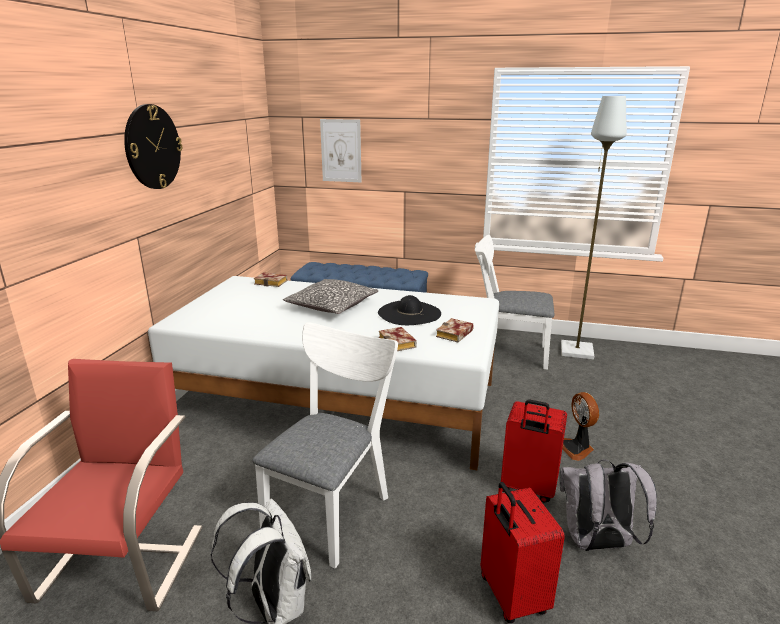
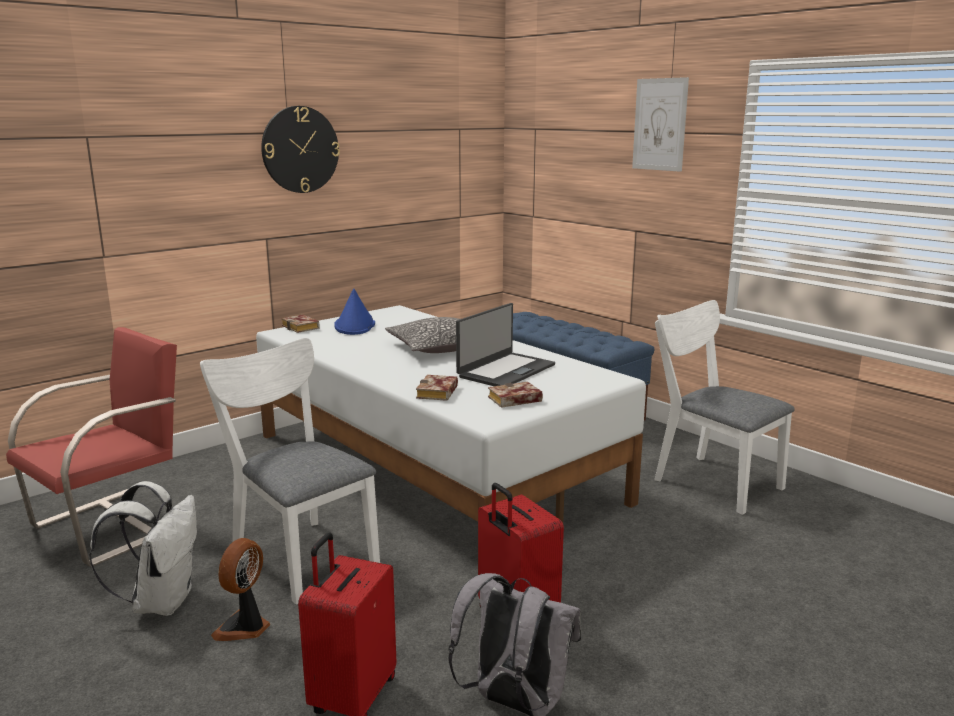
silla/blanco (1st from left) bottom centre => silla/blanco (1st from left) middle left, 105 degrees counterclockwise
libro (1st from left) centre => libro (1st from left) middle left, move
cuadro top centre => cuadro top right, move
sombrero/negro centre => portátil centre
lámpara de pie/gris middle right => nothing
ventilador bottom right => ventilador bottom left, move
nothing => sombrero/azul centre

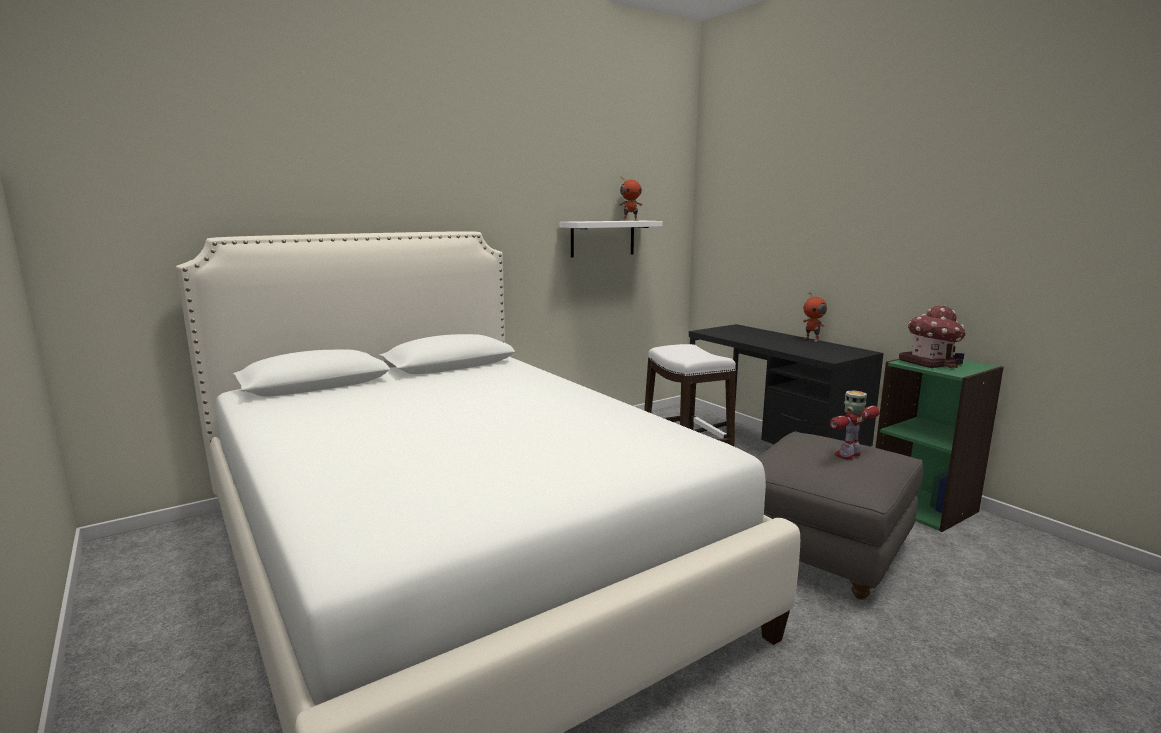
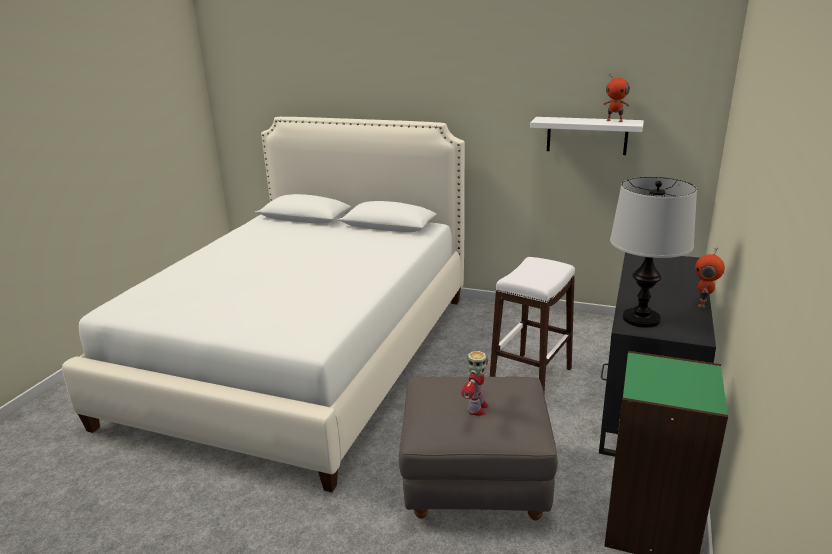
robot de juguete (3rd from left in the first image) middle right => robot de juguete (1st from left) bottom centre, 90 degrees clockwise
casita middle right => nothing
nothing => lámpara de mesa middle right

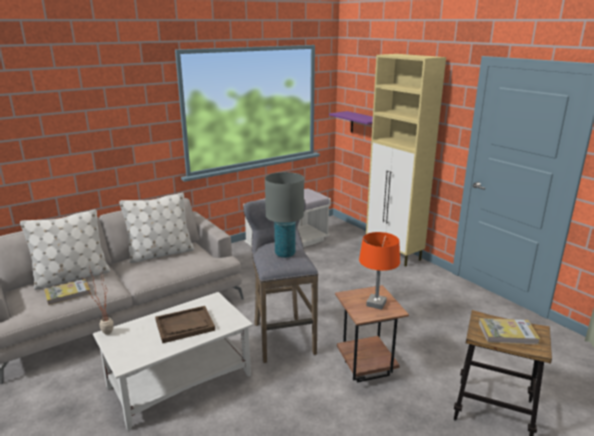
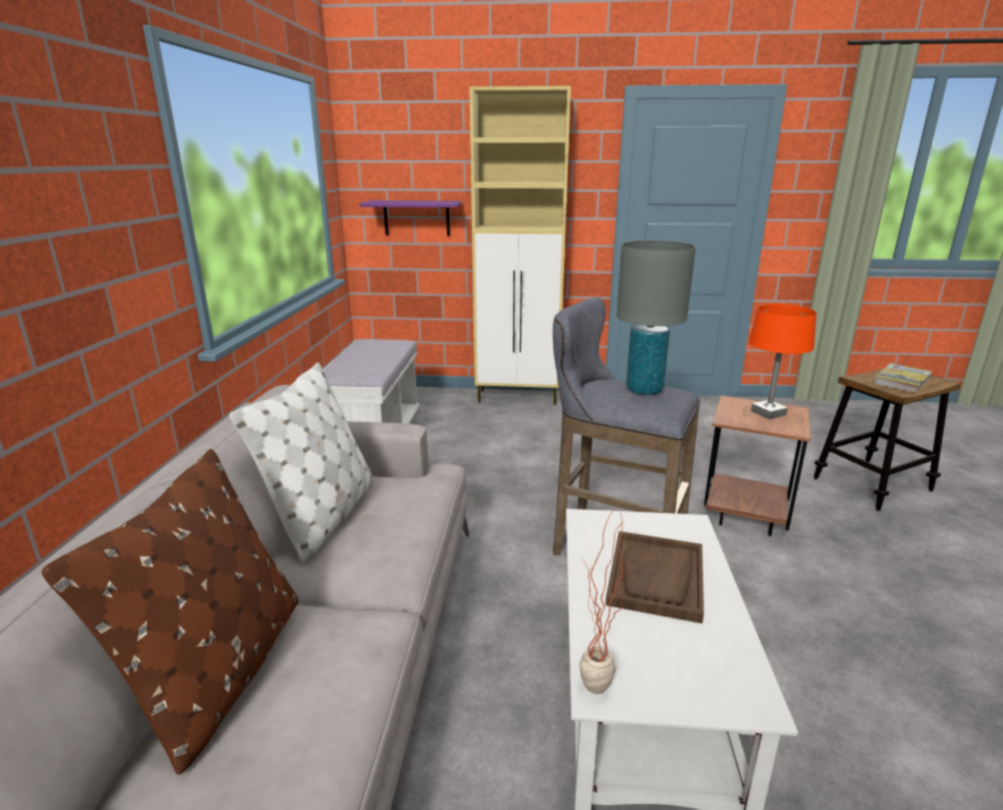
cojín/blanco (1st from left) middle left => cojín/marrón bottom left
libro (1st from left) bottom left => nothing

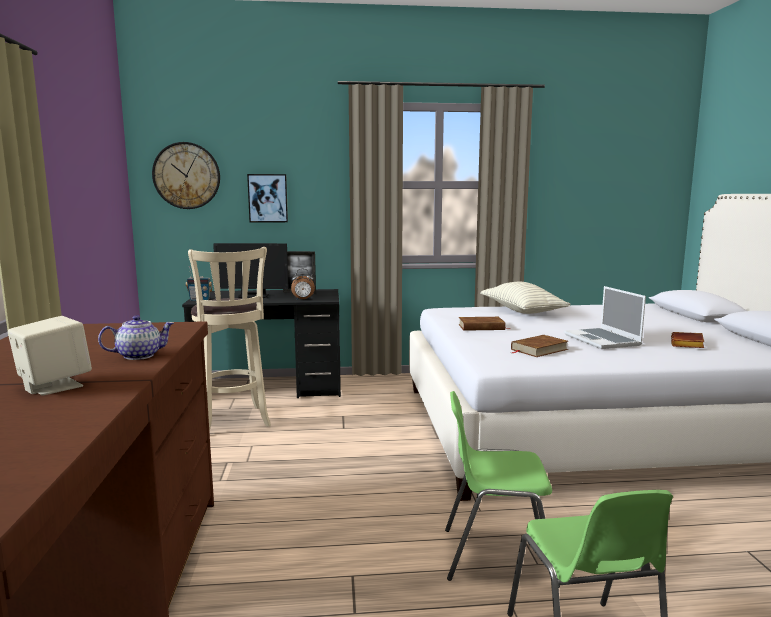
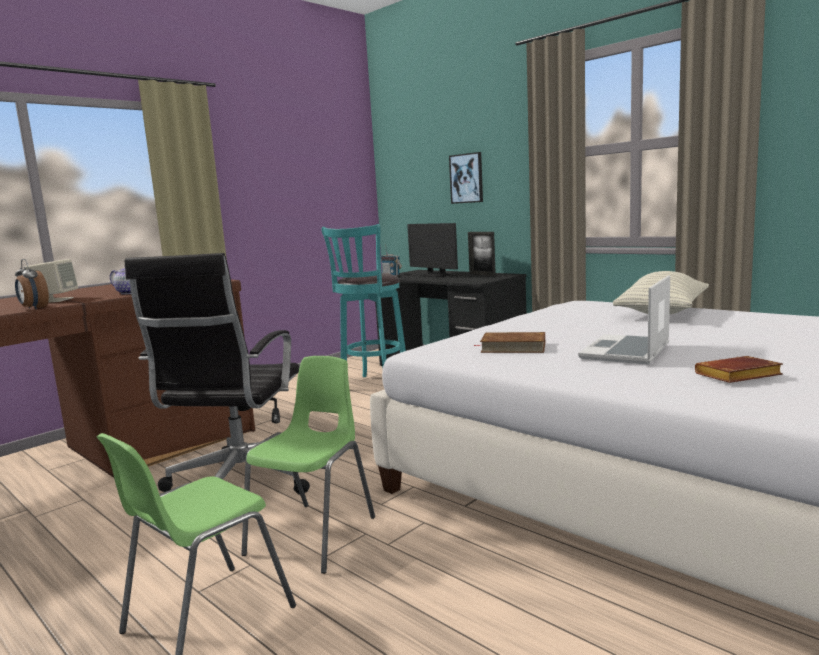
reloj de pared top left => nothing
taburete/beis middle left => taburete/turquesa centre
despertador centre => despertador middle left, move
silla/verde (1st from left in the first image) bottom centre => silla/verde (2nd from left) bottom centre, 60 degrees clockwise
libro/marrón (1st from left) centre => nothing
nothing => silla de oficina/negro middle left

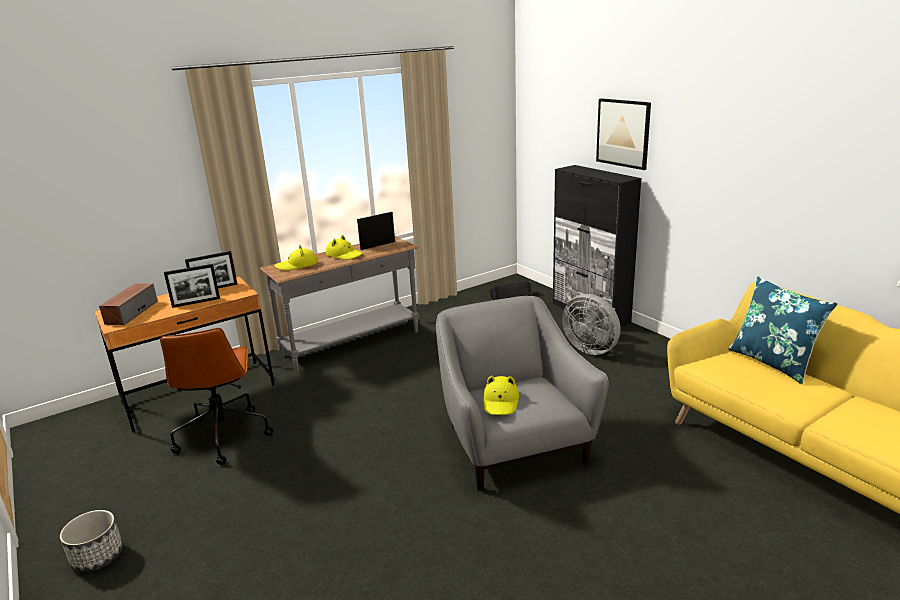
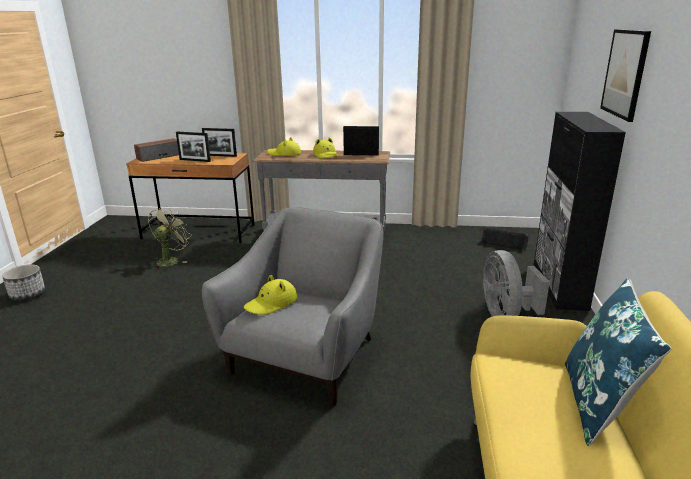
silla de oficina/marrón middle left => ventilador/verde middle left

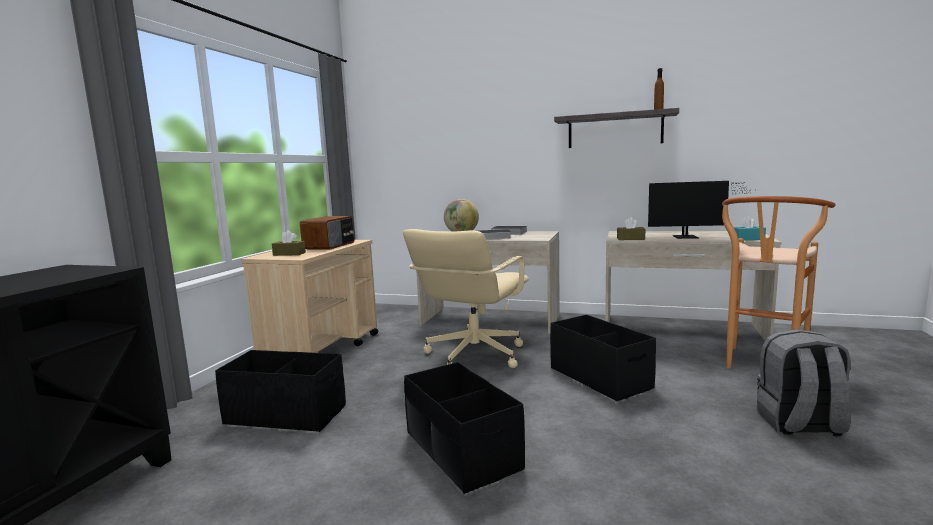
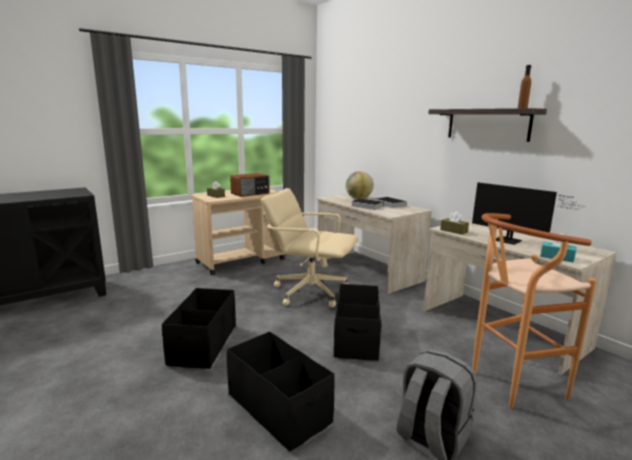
caja de almacenaje/negro (1st from left in the first image) bottom left => caja de almacenaje/negro (2nd from left) bottom centre, move
silla de oficina/beis centre, 45 degrees clockwise

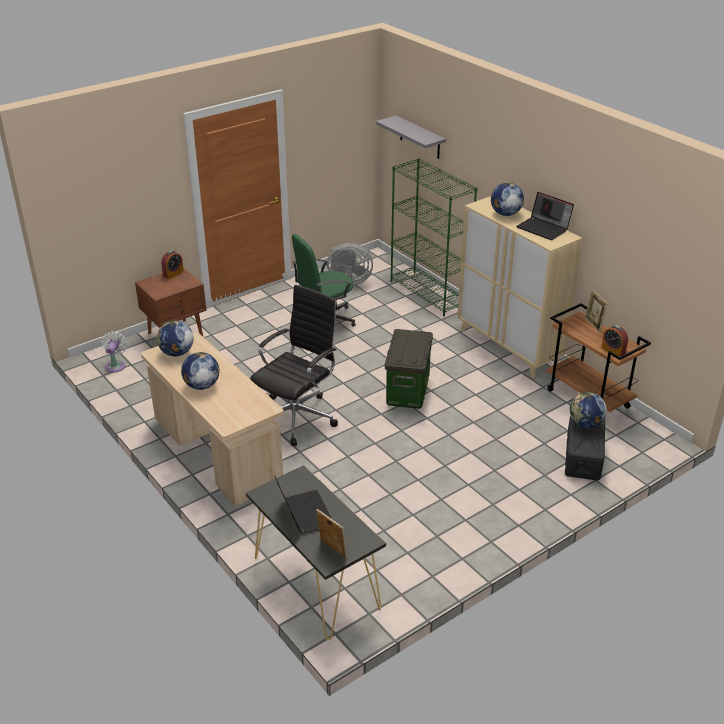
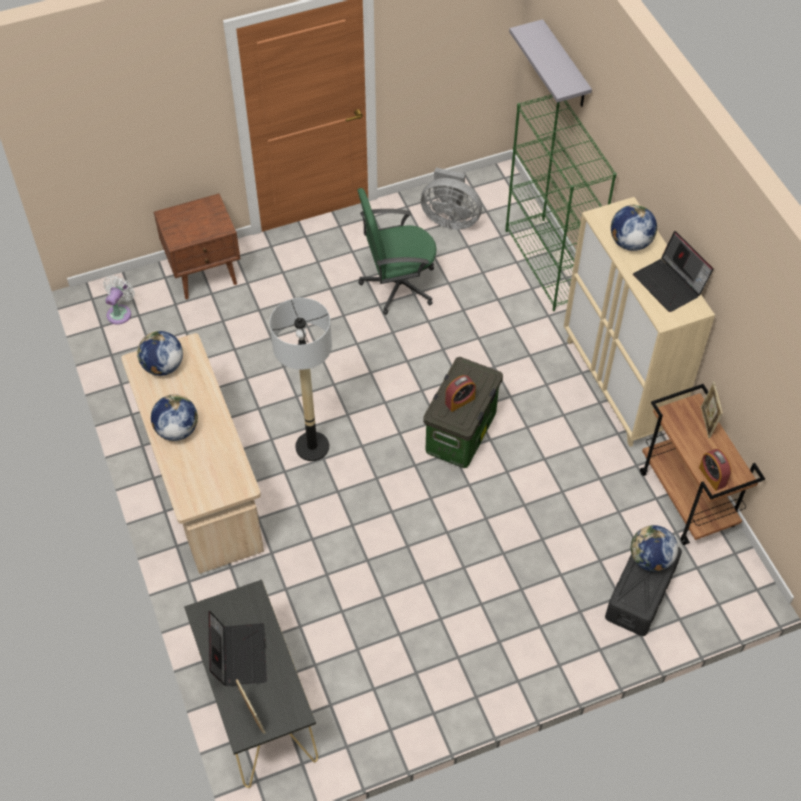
despertador (1st from left) middle left => despertador (1st from left) centre, move
silla de oficina/negro centre => lámpara de pie centre

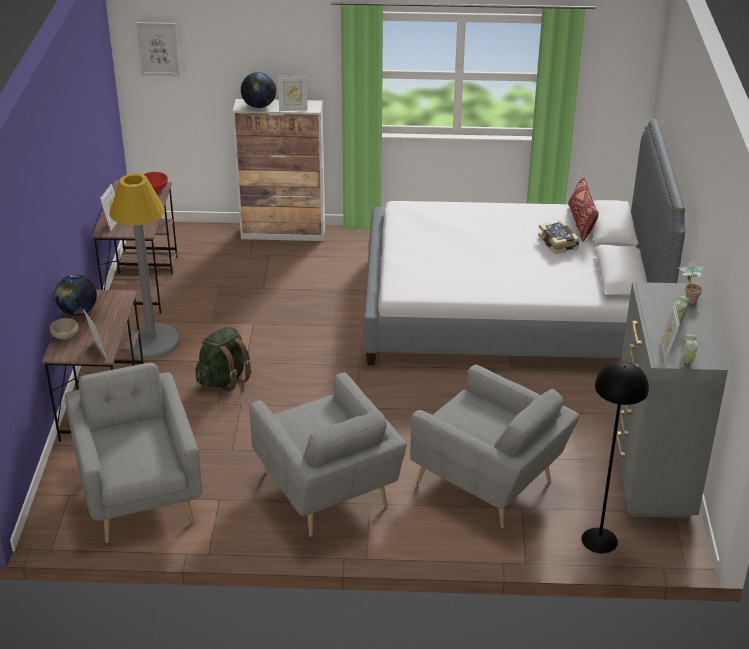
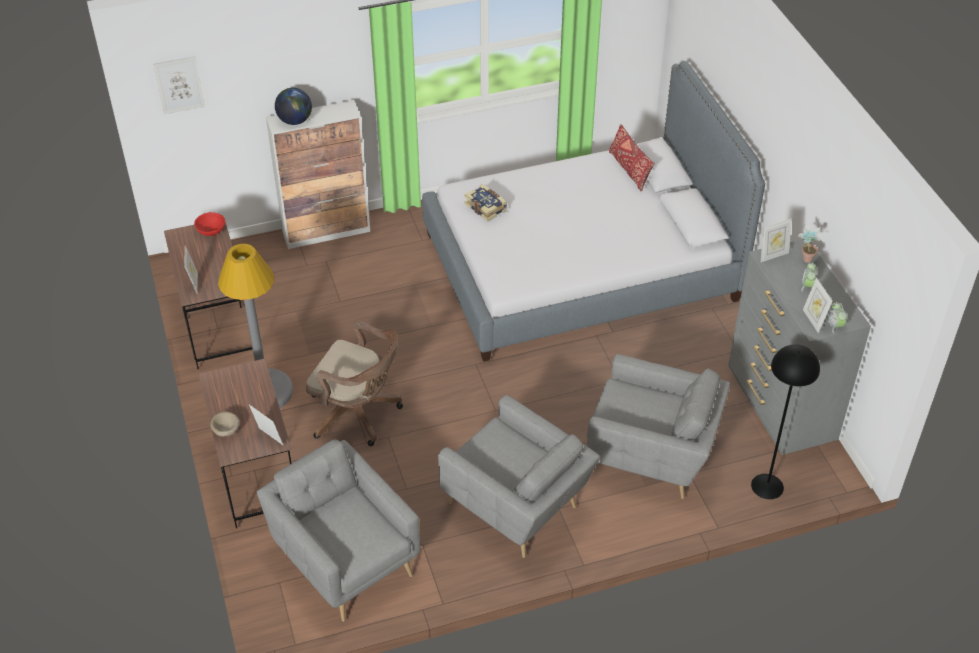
globo terráqueo (1st from left) middle left => nothing
mochila/verde middle left => silla de oficina/marrón centre
portarretratos (3rd from left) top centre => portarretratos (3rd from left) middle right, move
libro middle right => libro top centre, move

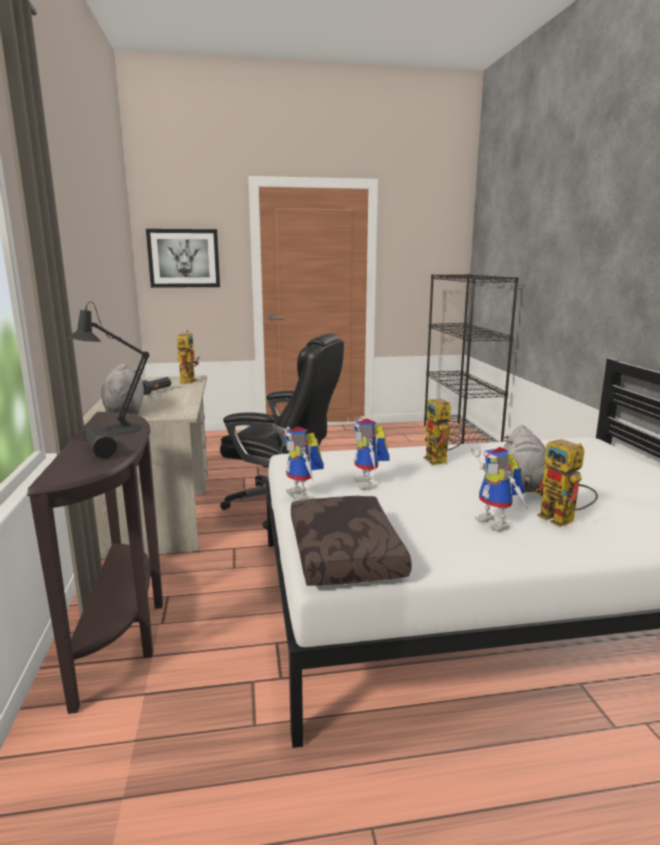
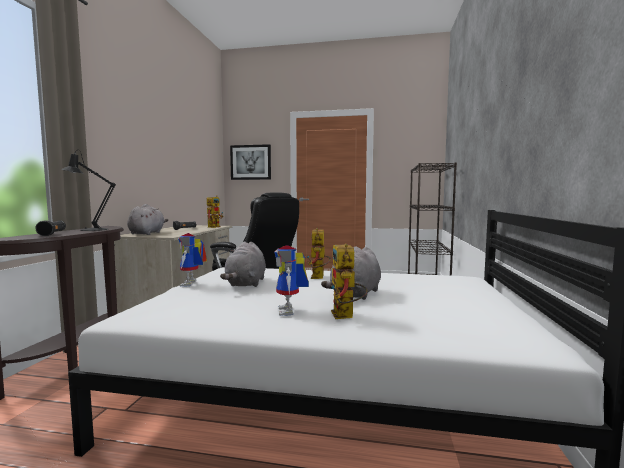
cojín/marrón centre => nothing
robot de juguete (3rd from left) centre => peluche/gris (2nd from left) centre

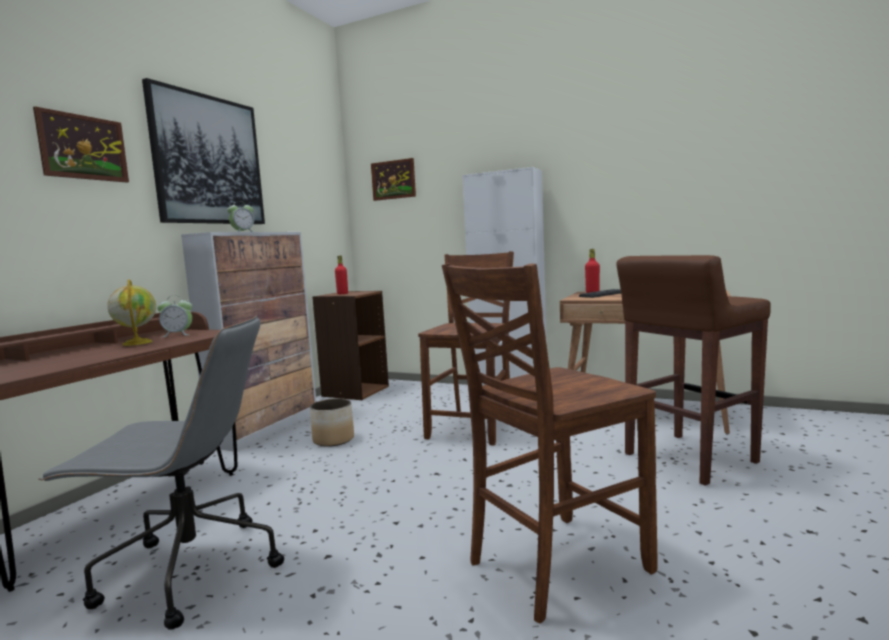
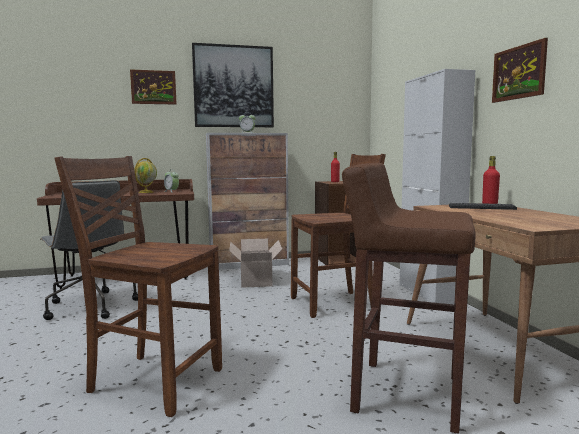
maceta centre => caja de cartón centre
cuadro (3rd from left) top centre => cuadro (3rd from left) top right, move

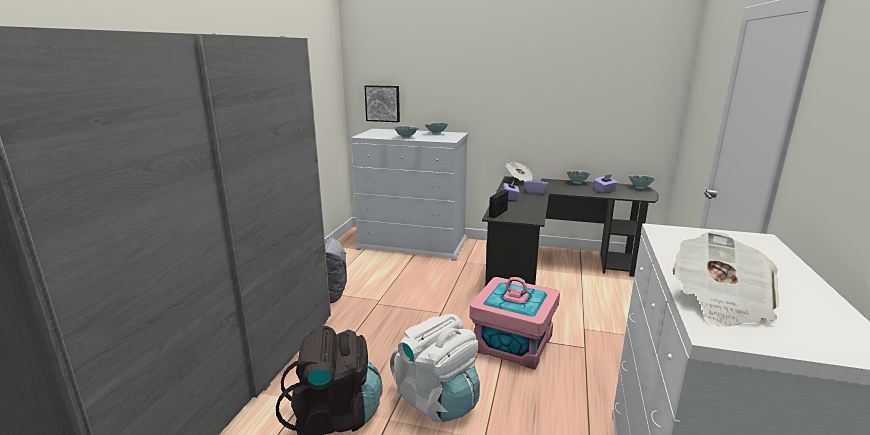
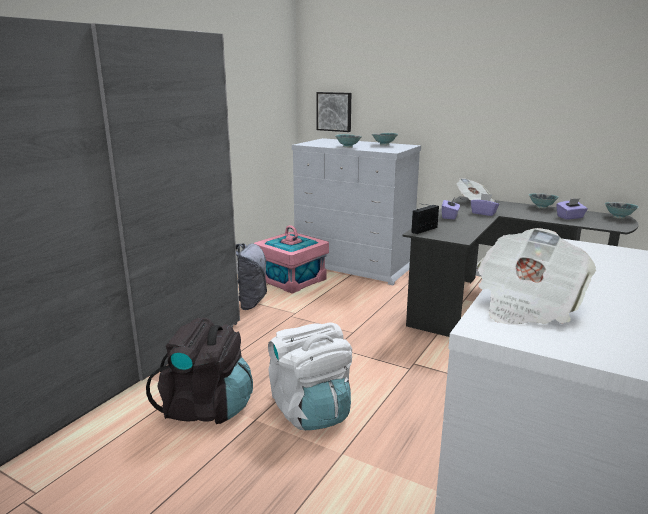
caja de almacenaje/rosa bottom centre => caja de almacenaje/rosa centre, move

